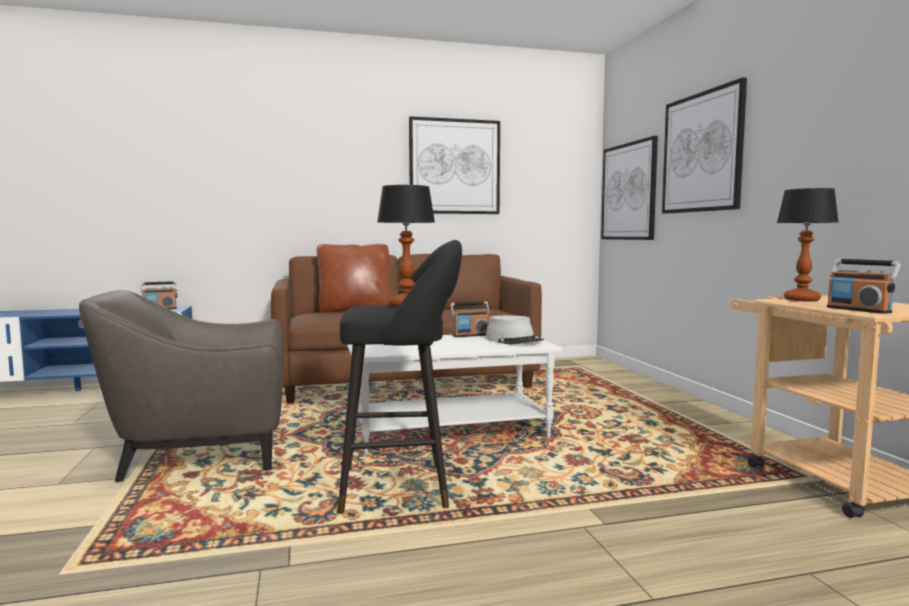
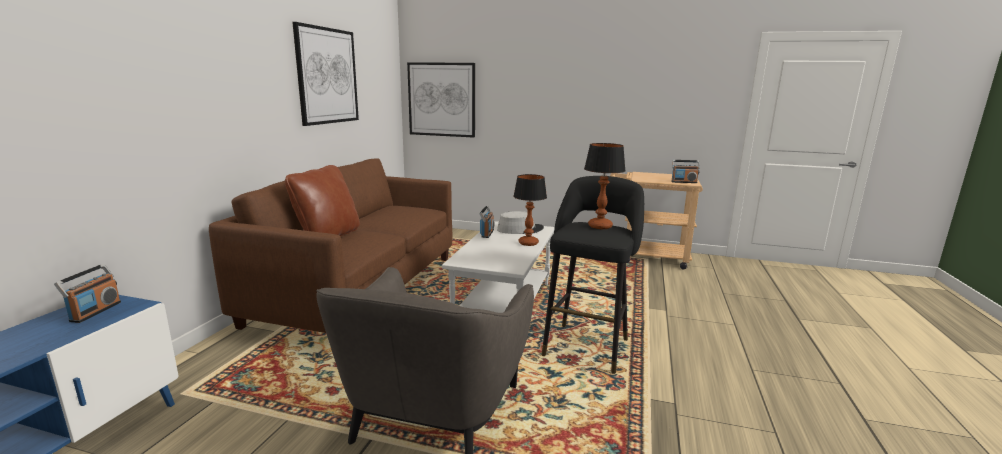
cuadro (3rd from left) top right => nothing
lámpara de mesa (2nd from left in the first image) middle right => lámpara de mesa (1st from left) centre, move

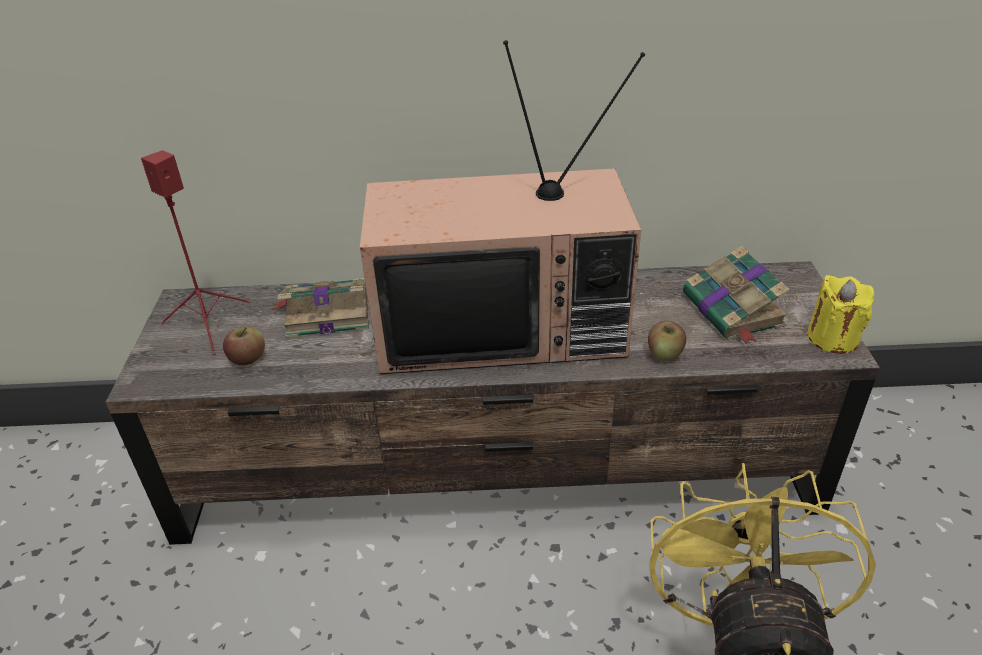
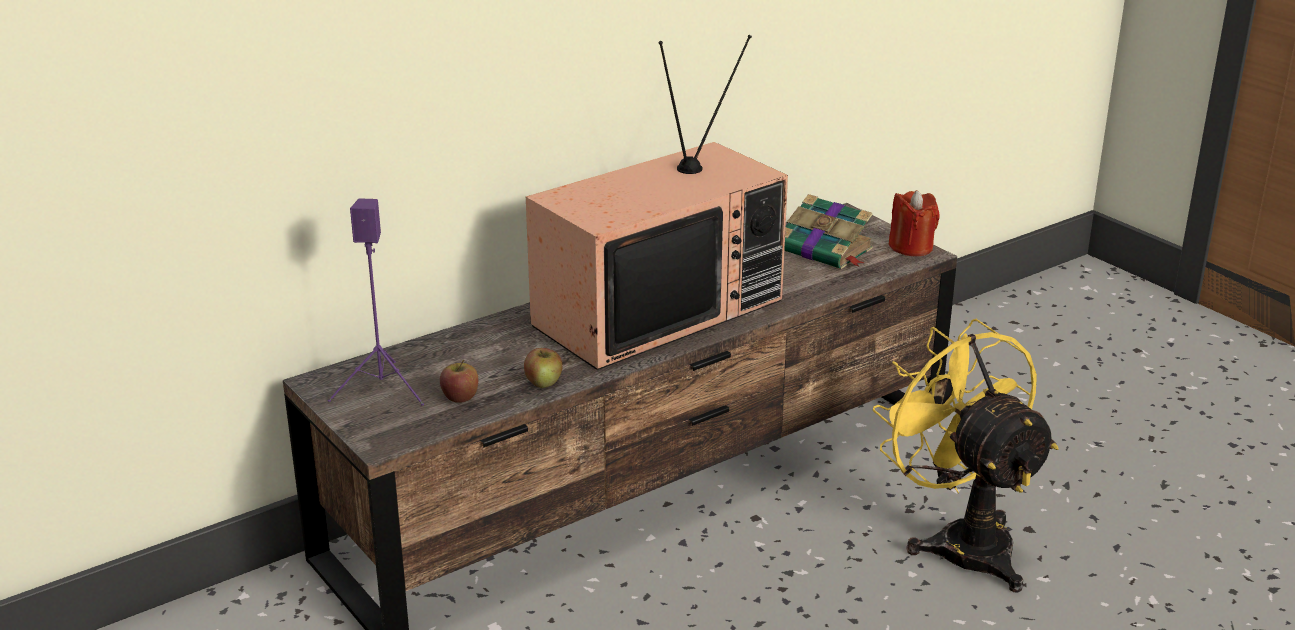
altavoz/rojo middle left => altavoz/morado middle left
libro (1st from left) middle left => nothing
manzana (2nd from left) middle right => manzana (2nd from left) centre, move
vela/amarillo middle right => vela/rojo middle right

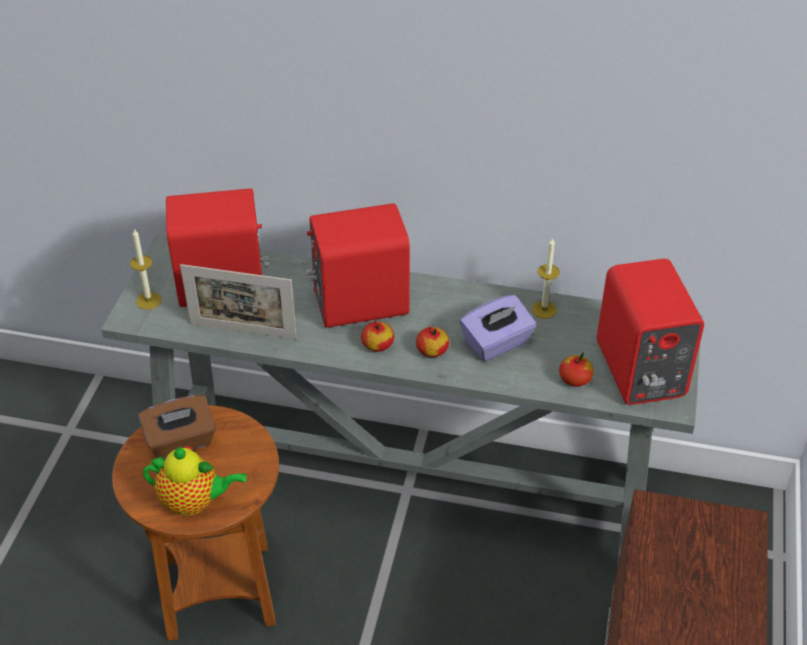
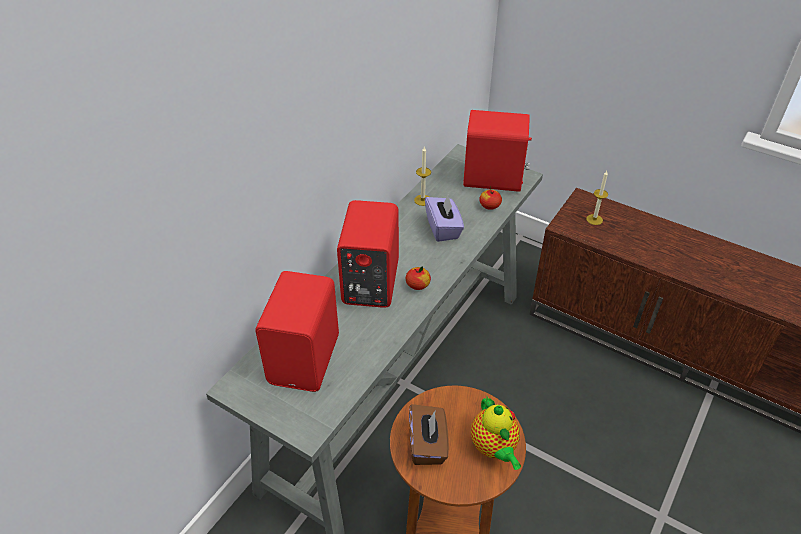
vela (1st from left in the first image) middle left => vela (2nd from left) middle right, move
tetera bottom left => tetera bottom centre, 135 degrees clockwise
portarretratos middle left => nothing
manzana (2nd from left) centre => nothing

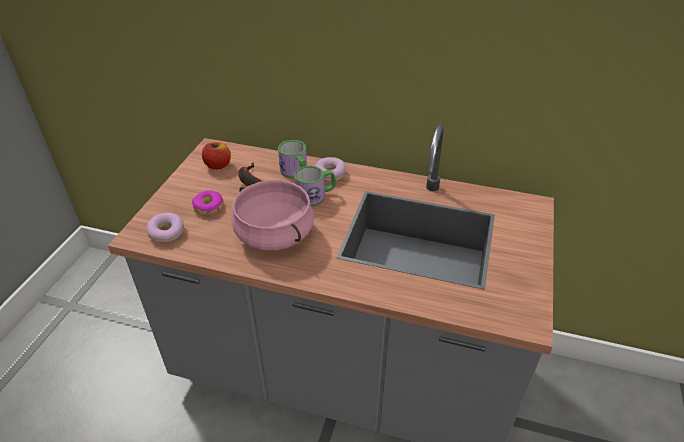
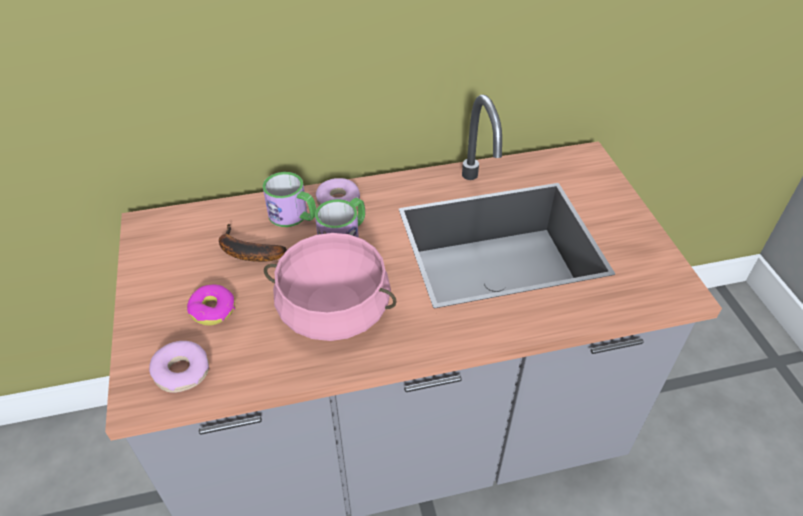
manzana middle left => nothing

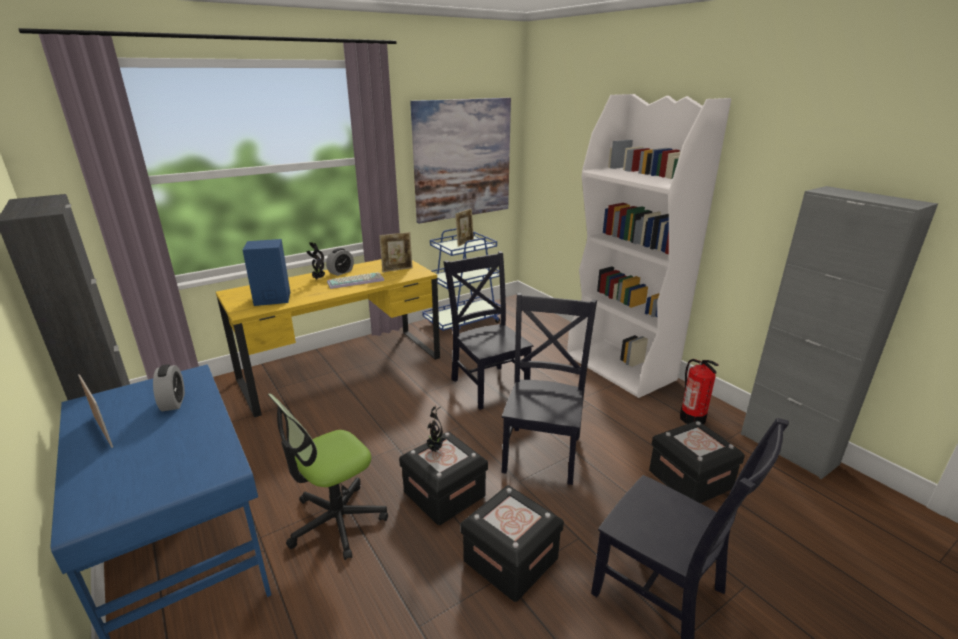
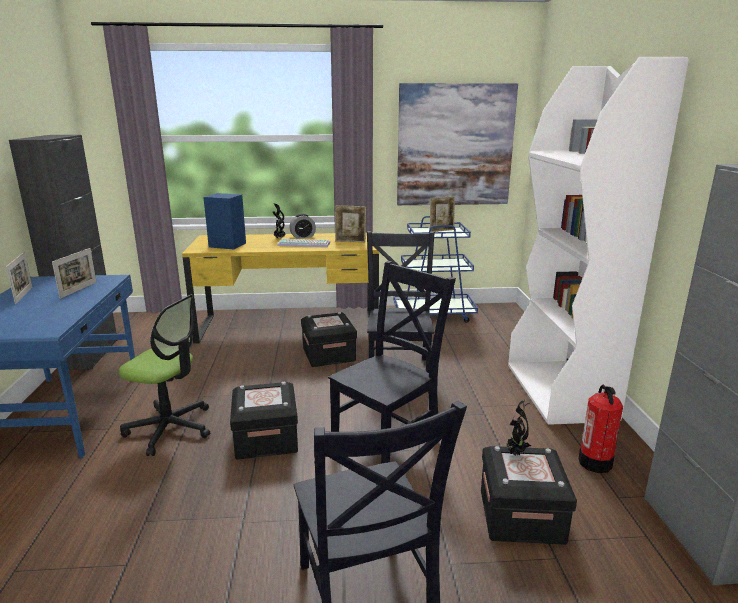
despertador (1st from left) middle left => portarretratos (2nd from left) middle left
silla de oficina bottom centre => silla de oficina middle left, 150 degrees counterclockwise
planta en maceta (2nd from left) bottom centre => planta en maceta (2nd from left) bottom right, move
caja de almacenaje/negro (2nd from left) bottom centre => caja de almacenaje/negro (2nd from left) centre, move

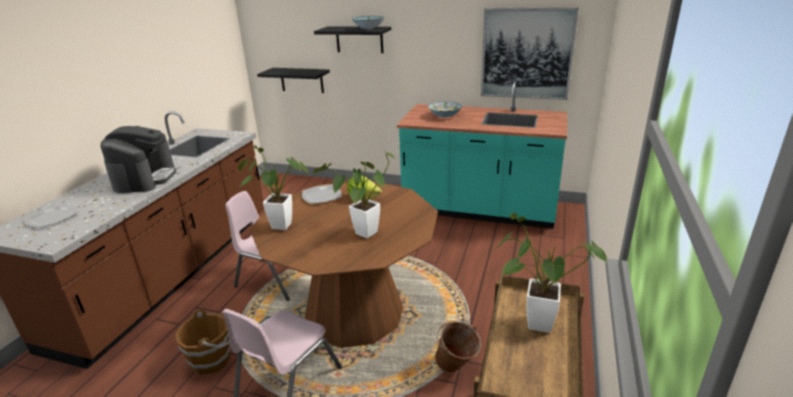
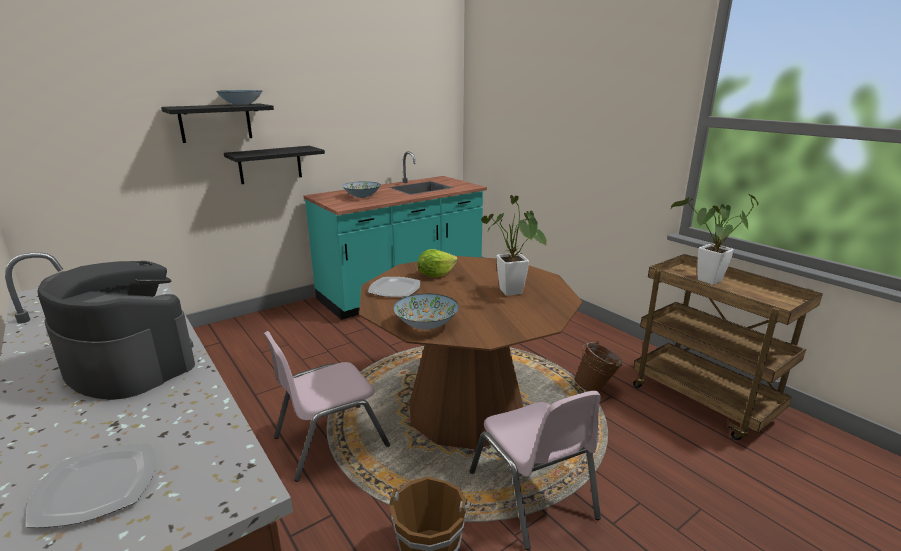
planta en maceta (1st from left) centre => cuenco (3rd from left) centre
estante/negro (1st from left in the first image) top centre => estante/negro (2nd from left) top left, move
cuadro top right => nothing

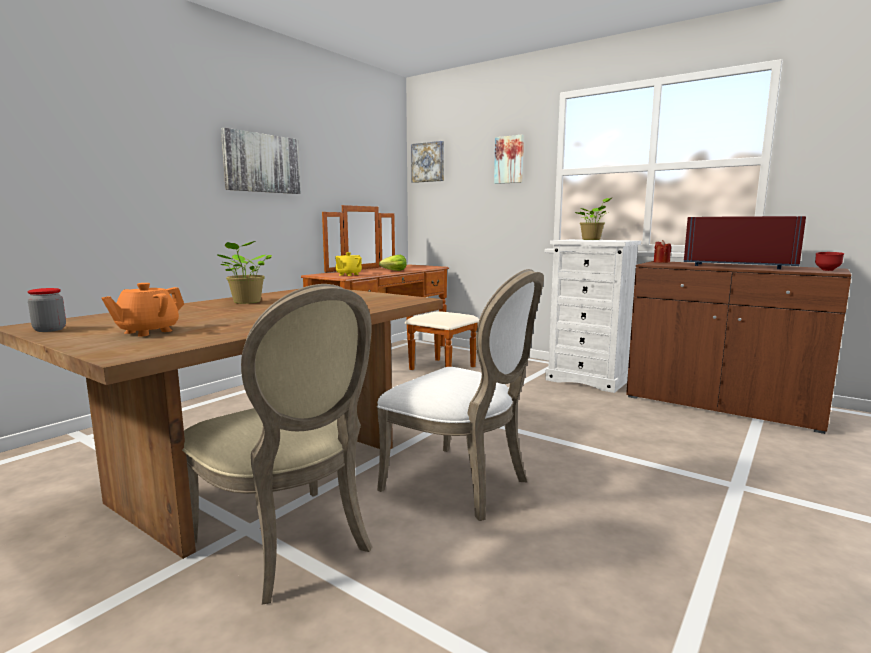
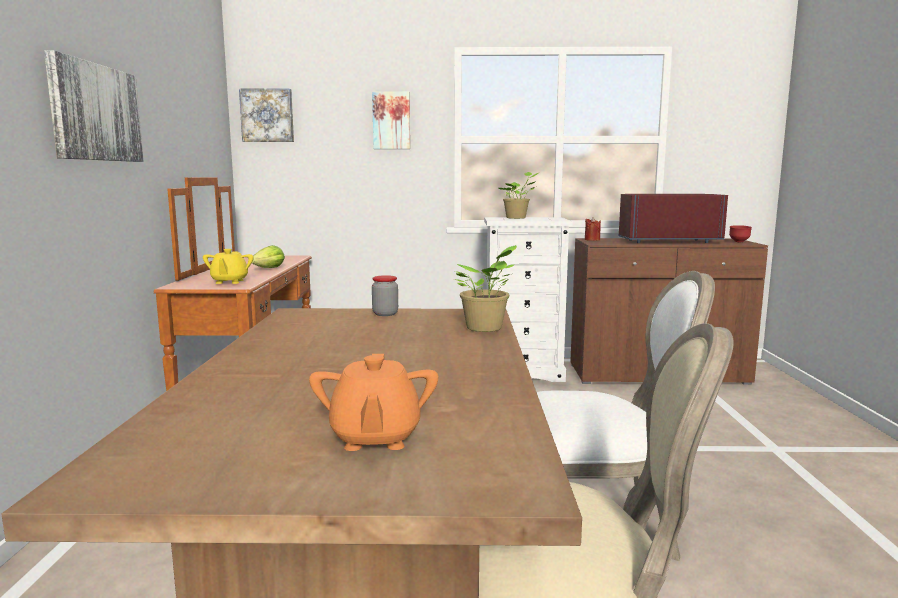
tarro middle left => tarro centre, move
planta en maceta (1st from left) middle left => planta en maceta (1st from left) centre, move

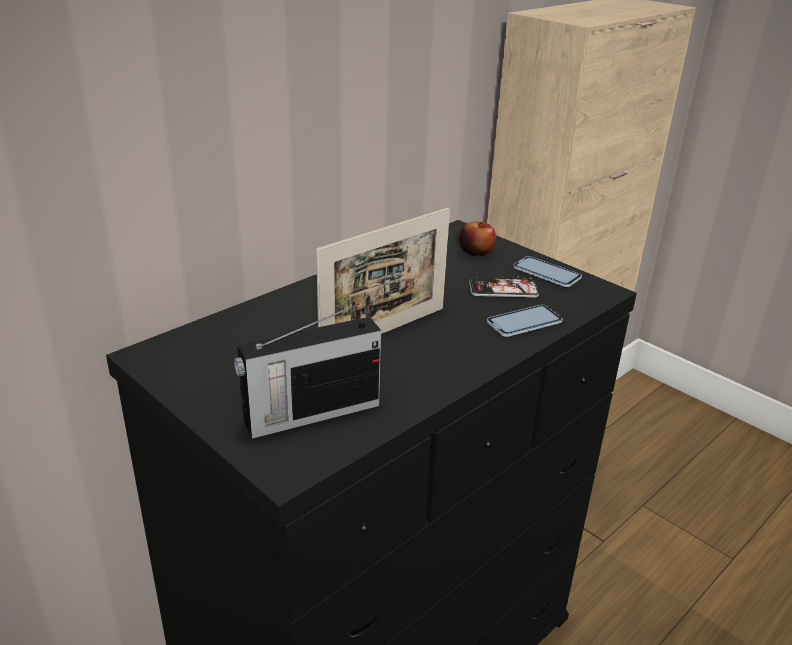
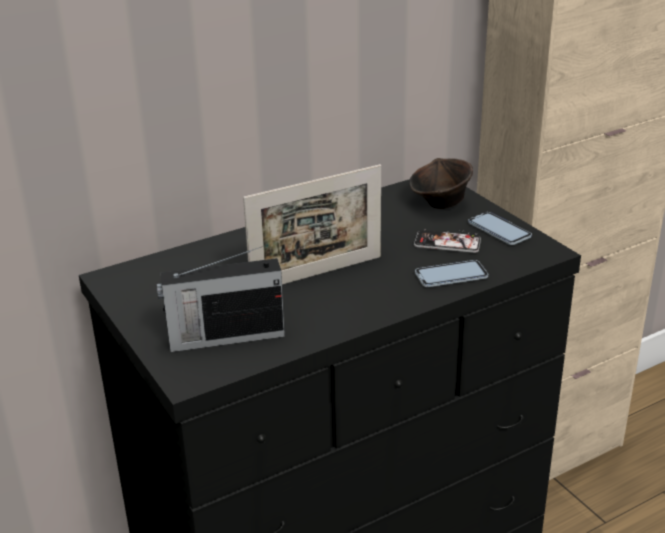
manzana centre => cuenco/marrón centre

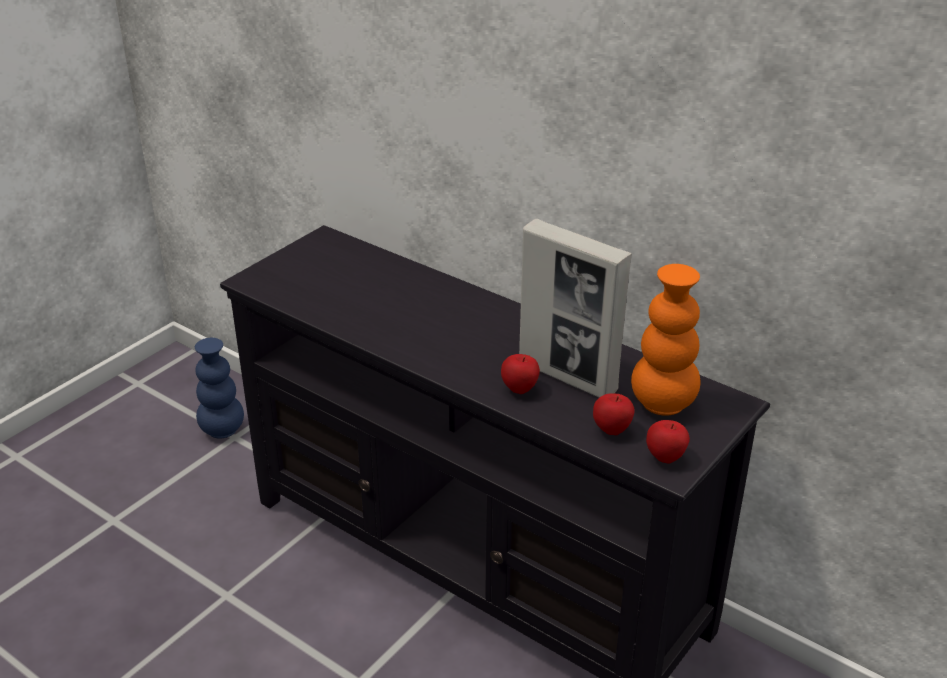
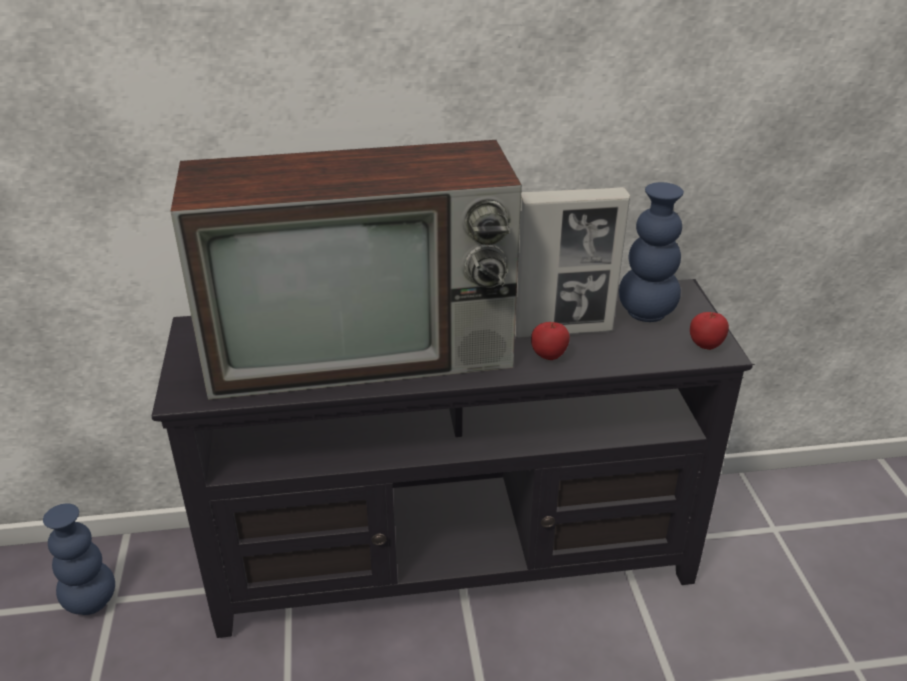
manzana (2nd from left) centre => nothing
florero/naranja middle right => florero/azul (2nd from left) middle right
nothing => televisor centre

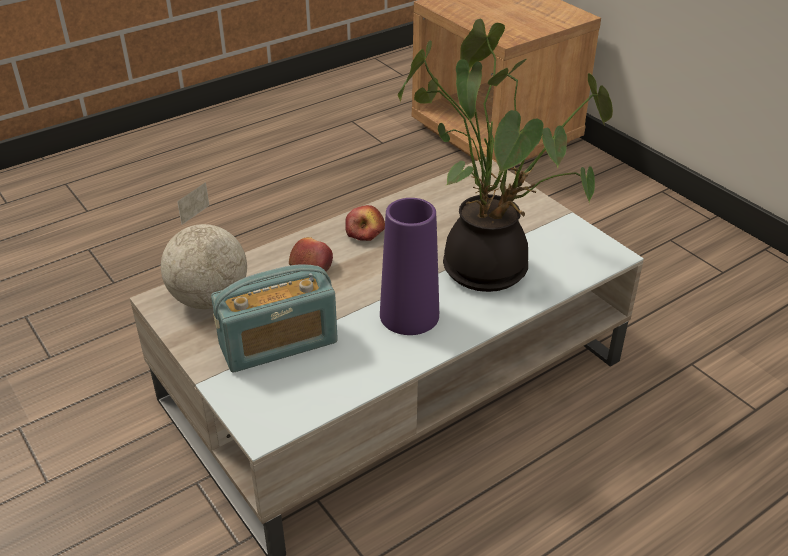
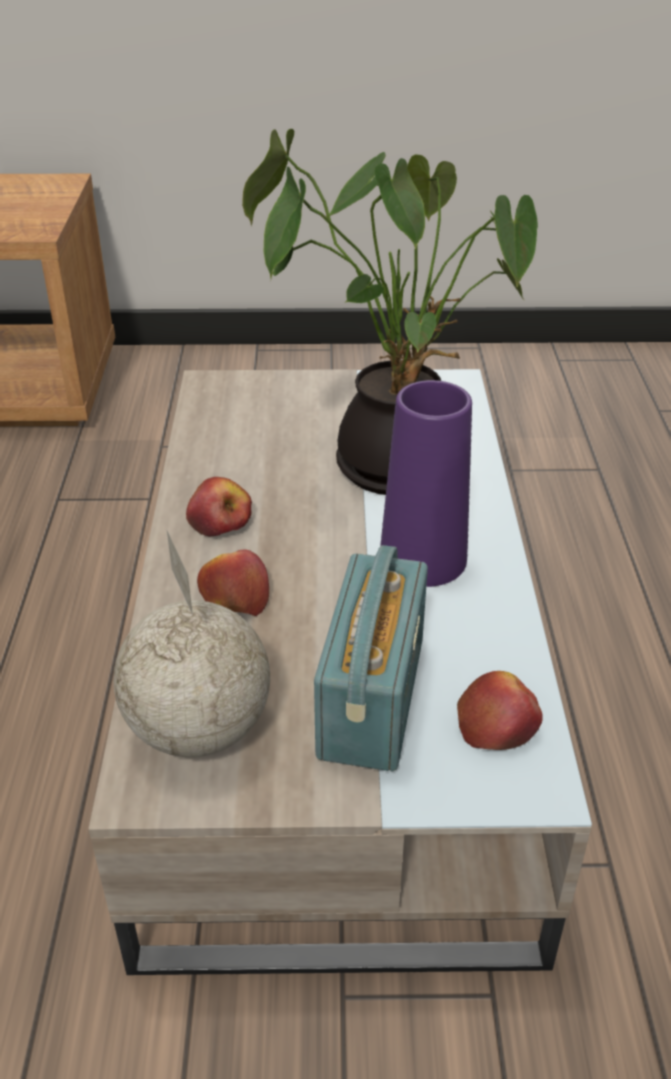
nothing => manzana (3rd from left) middle right

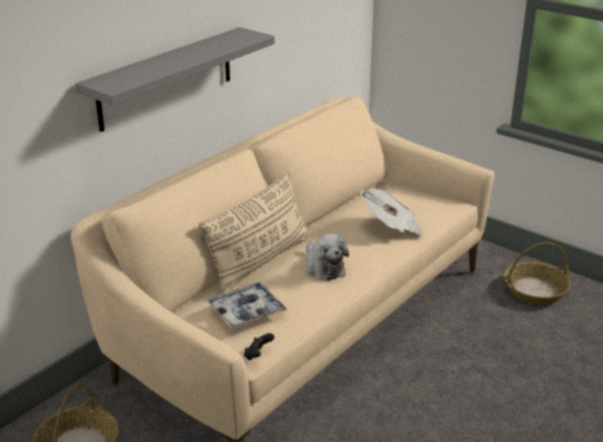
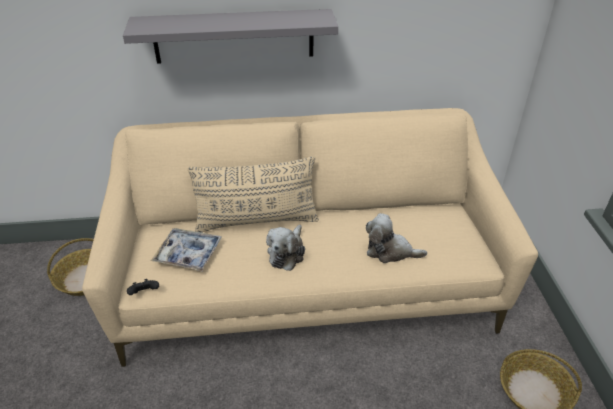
periódico centre => peluche (2nd from left) centre

